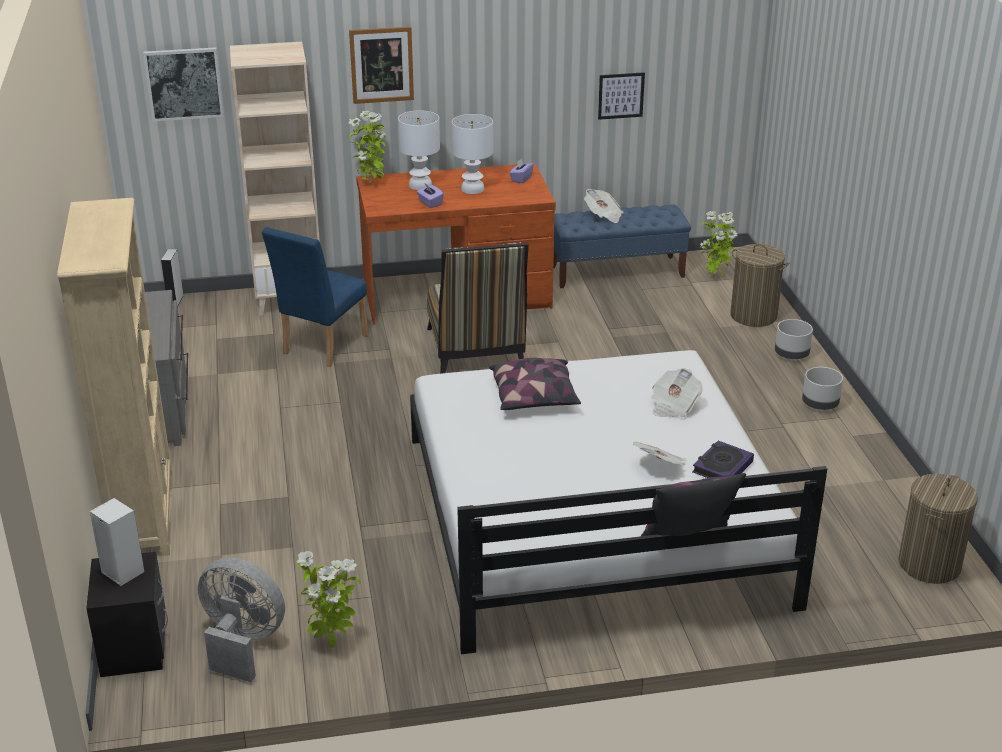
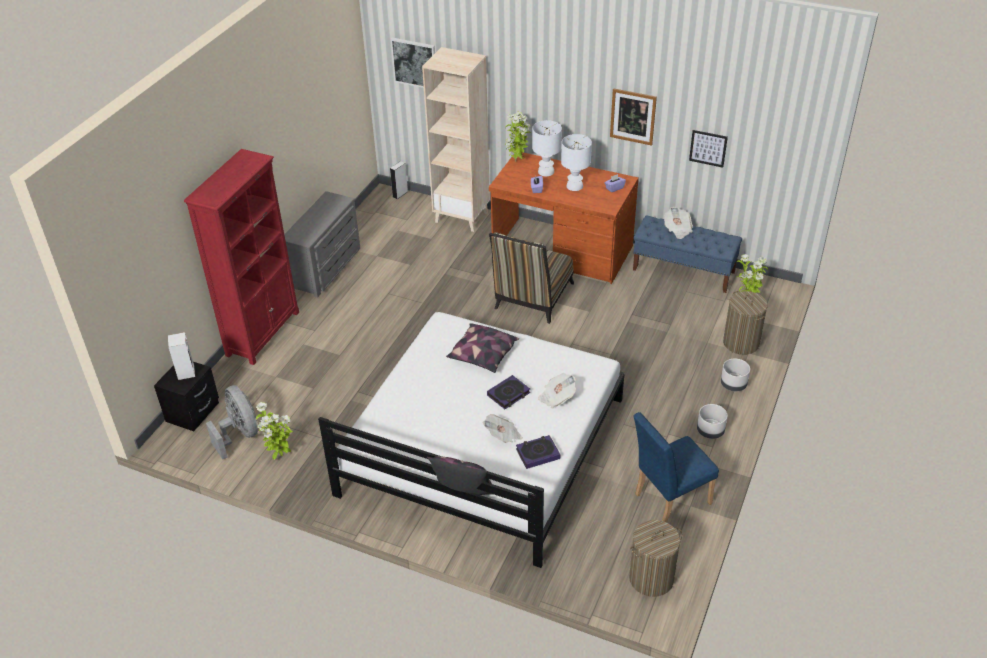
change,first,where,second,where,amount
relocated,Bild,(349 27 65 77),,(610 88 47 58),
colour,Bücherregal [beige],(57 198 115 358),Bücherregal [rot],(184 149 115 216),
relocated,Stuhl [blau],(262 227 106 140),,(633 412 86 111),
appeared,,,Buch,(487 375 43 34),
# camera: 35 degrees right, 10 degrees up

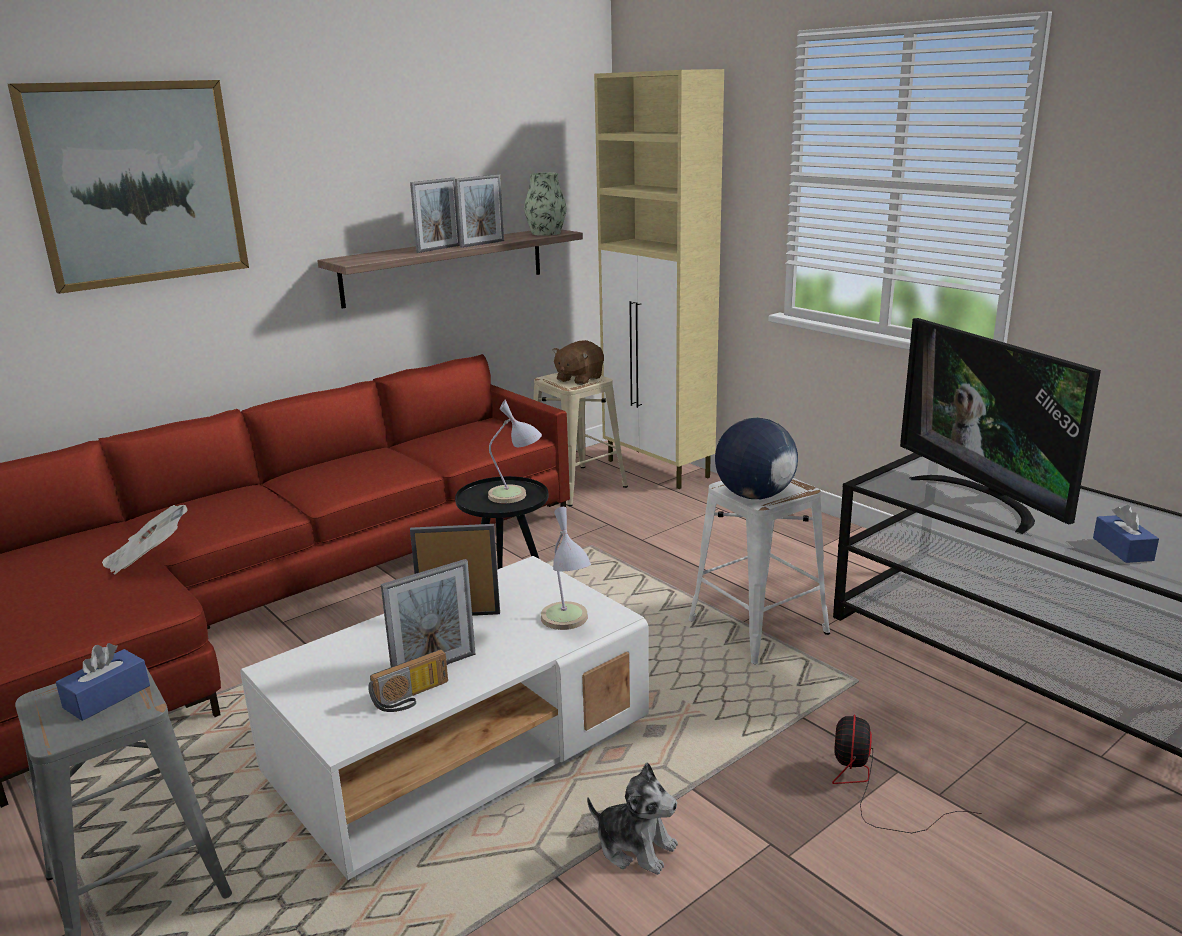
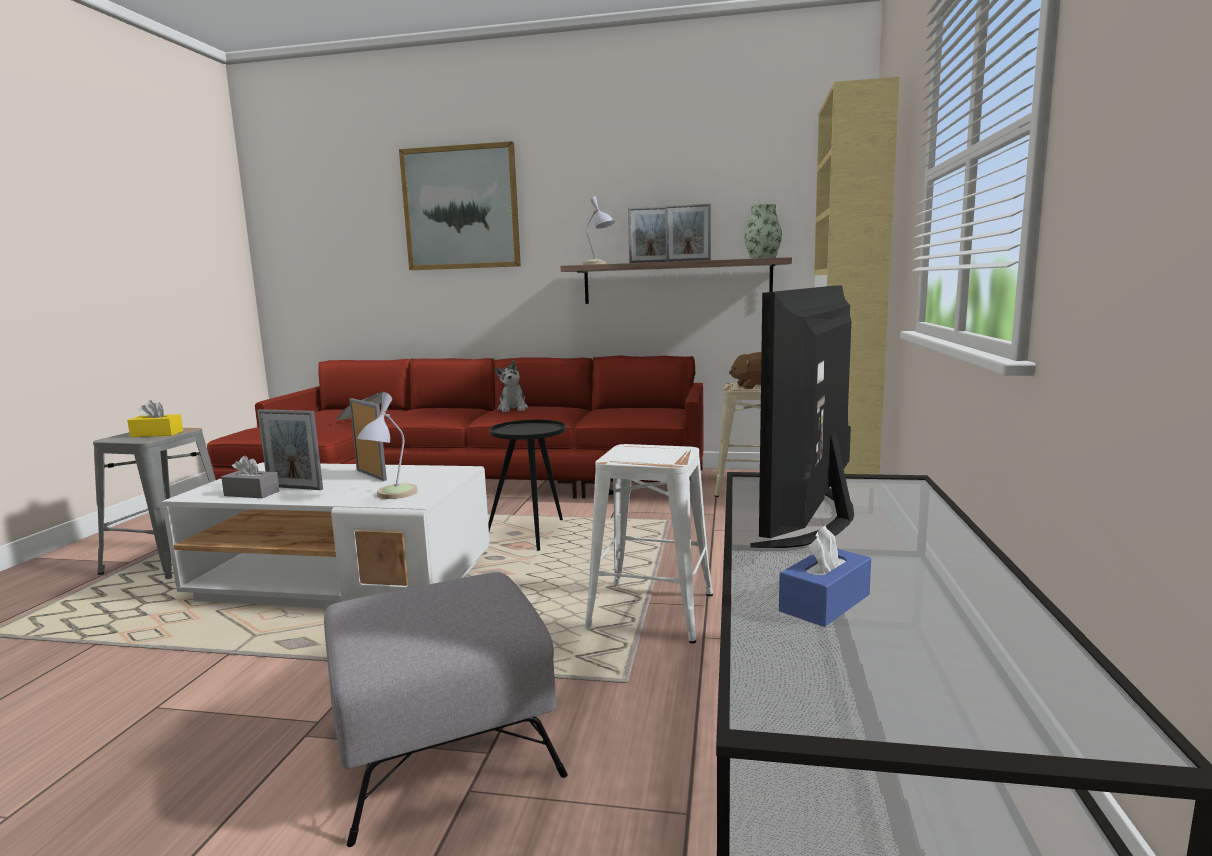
change,first,where,second,where,amount
relocated,Tischlampe,(488 399 54 104),,(583 196 32 69),
missing,Globus,(715 418 83 81),,,
colour,Taschentuchbox [blau],(56 643 94 78),Taschentuchbox [gelb],(127 400 56 37),
exchanged,Radio,(368 649 80 63),Taschentuchbox [grau],(221 456 59 42),
exchanged,Ventilator,(832 715 150 118),Polsterhocker [grau],(324 572 244 275),
relocated,Plüschtier,(587 763 91 112),,(495 360 33 52),
# camera: 50 degrees right, 10 degrees down

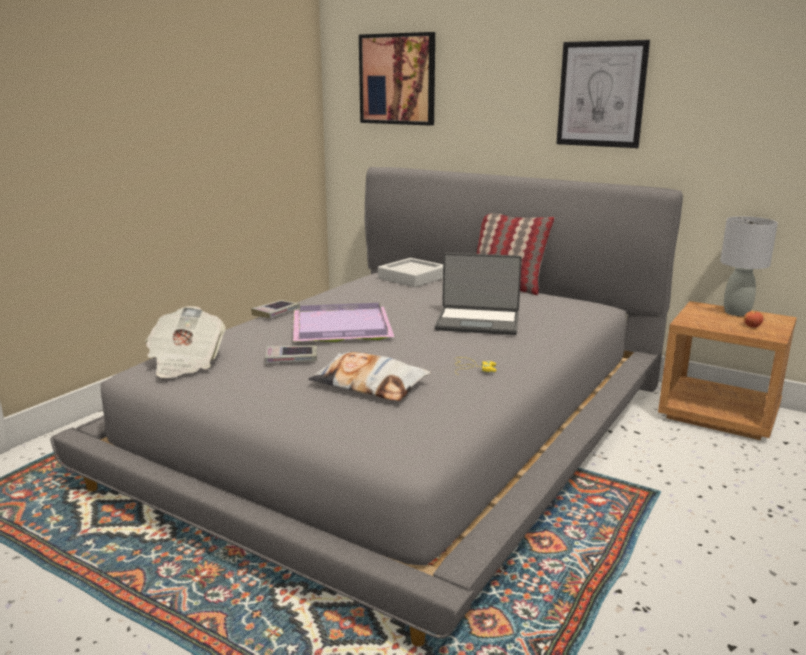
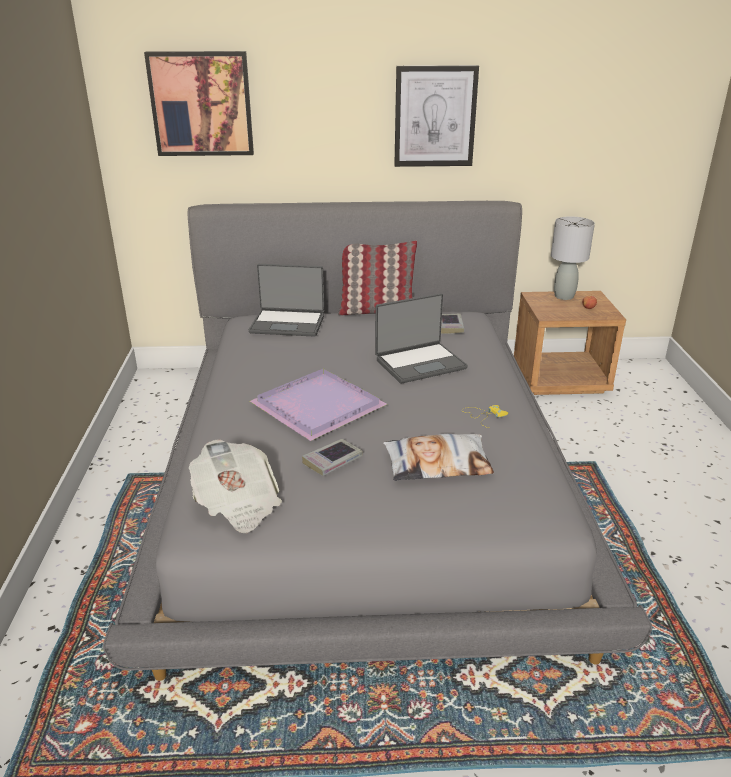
change,first,where,second,where,amount
exchanged,Tablett [grau],(378 258 65 29),Laptop,(249 264 75 73),
relocated,Buch,(251 300 49 18),,(441 314 23 20),
# camera: 35 degrees left, 10 degrees up

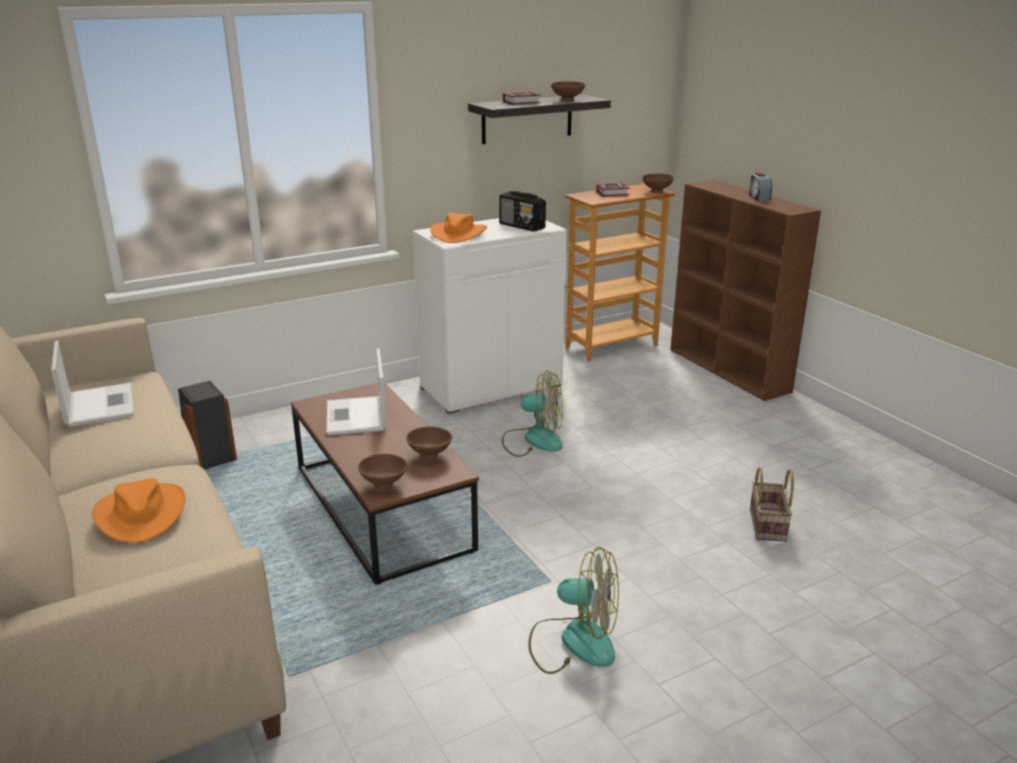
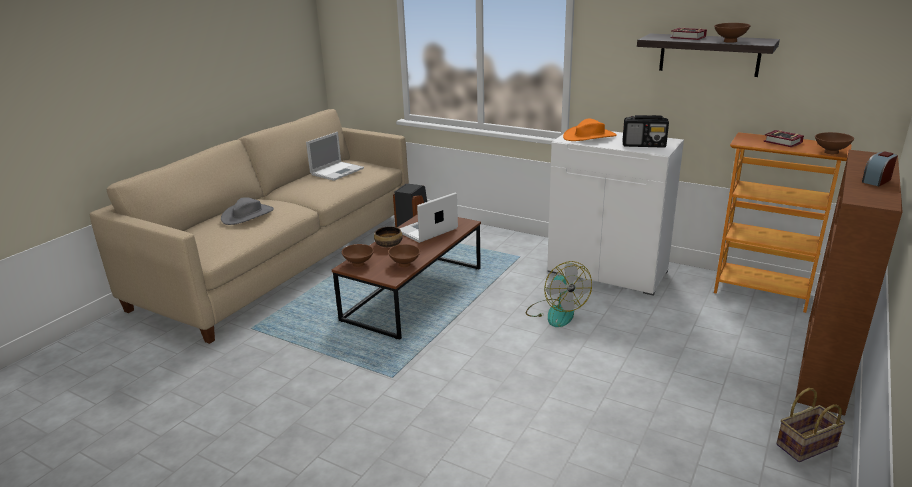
change,first,where,second,where,amount
spun,Radio,(499 191 47 41),,(622 115 47 33),90 degrees counterclockwise
relocated,Korb,(750 467 44 75),,(776 388 69 74),
colour,Hut [orange],(92 478 94 65),Hut [grau],(221 197 53 28),
missing,Ventilator,(529 547 90 127),,,
appeared,,,Schüssel,(374 226 29 21),
# camera: 60 degrees right, 0 degrees up

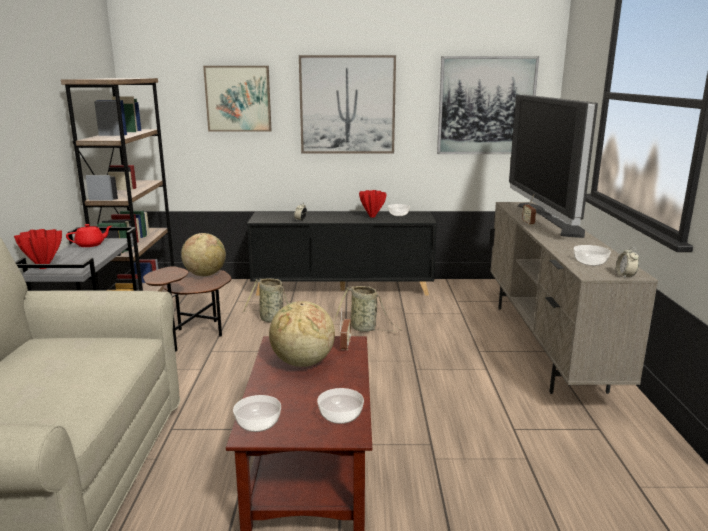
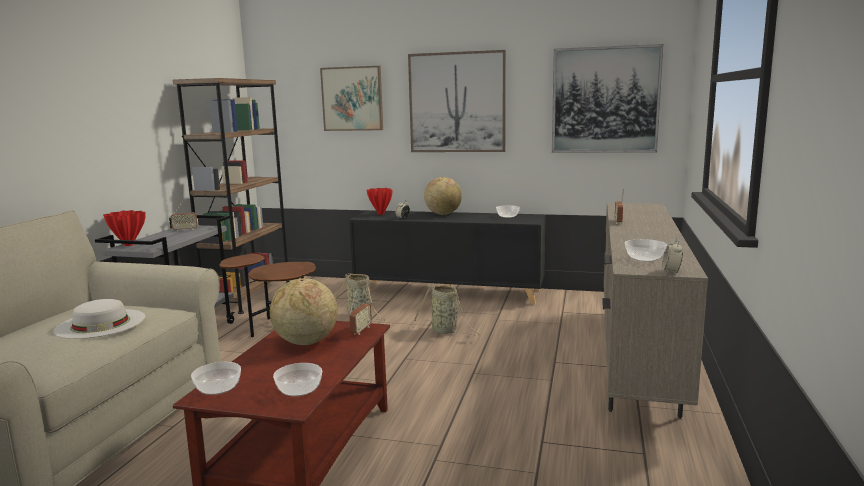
change,first,where,second,where,amount
missing,Fernseher,(509 95 89 143),,,
relocated,Vase [rot],(359 190 28 27),,(367 188 26 27),
exchanged,Teekanne [rot],(66 224 46 23),Radio,(171 201 27 30),
relocated,Globus,(181 233 45 43),,(424 177 38 38),
appeared,,,Hut [weiß],(53 299 92 40),
# camera: 15 degrees right, 5 degrees down

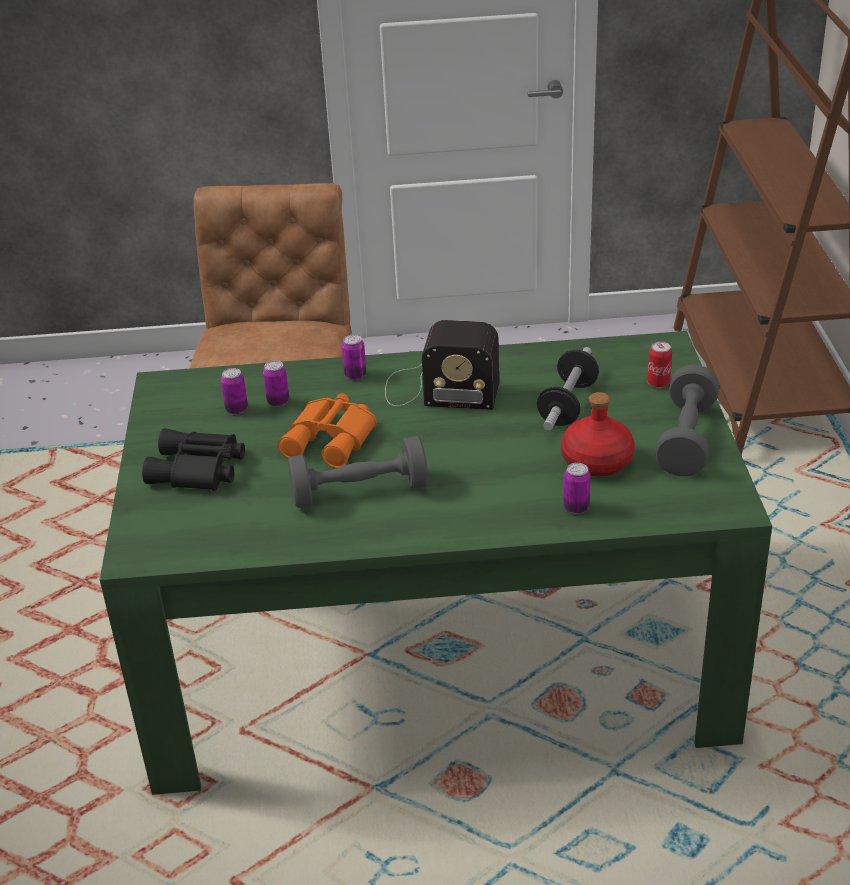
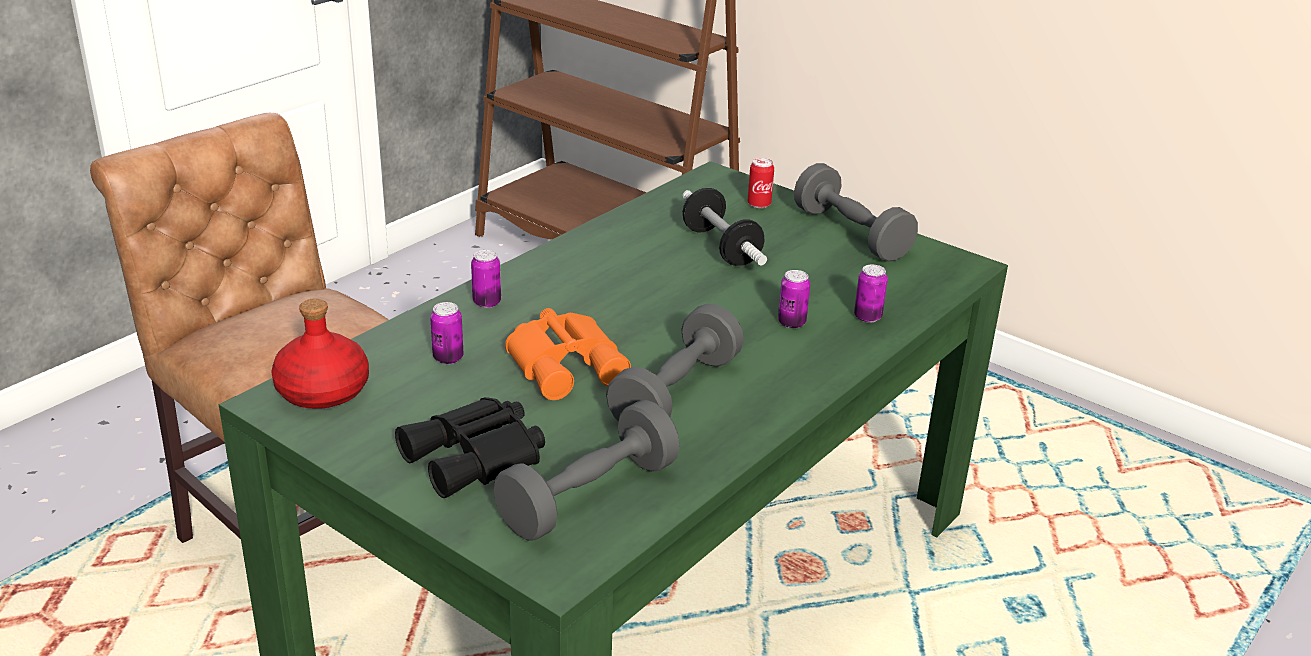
change,first,where,second,where,amount
missing,Radio,(385 320 114 90),,,
relocated,Dose,(221 368 27 46),,(778 270 32 59),
relocated,Flasche [rot],(561 392 74 84),,(271 298 98 111),
appeared,,,Hantel [grau],(494 400 186 141),
# camera: 50 degrees left, 5 degrees down

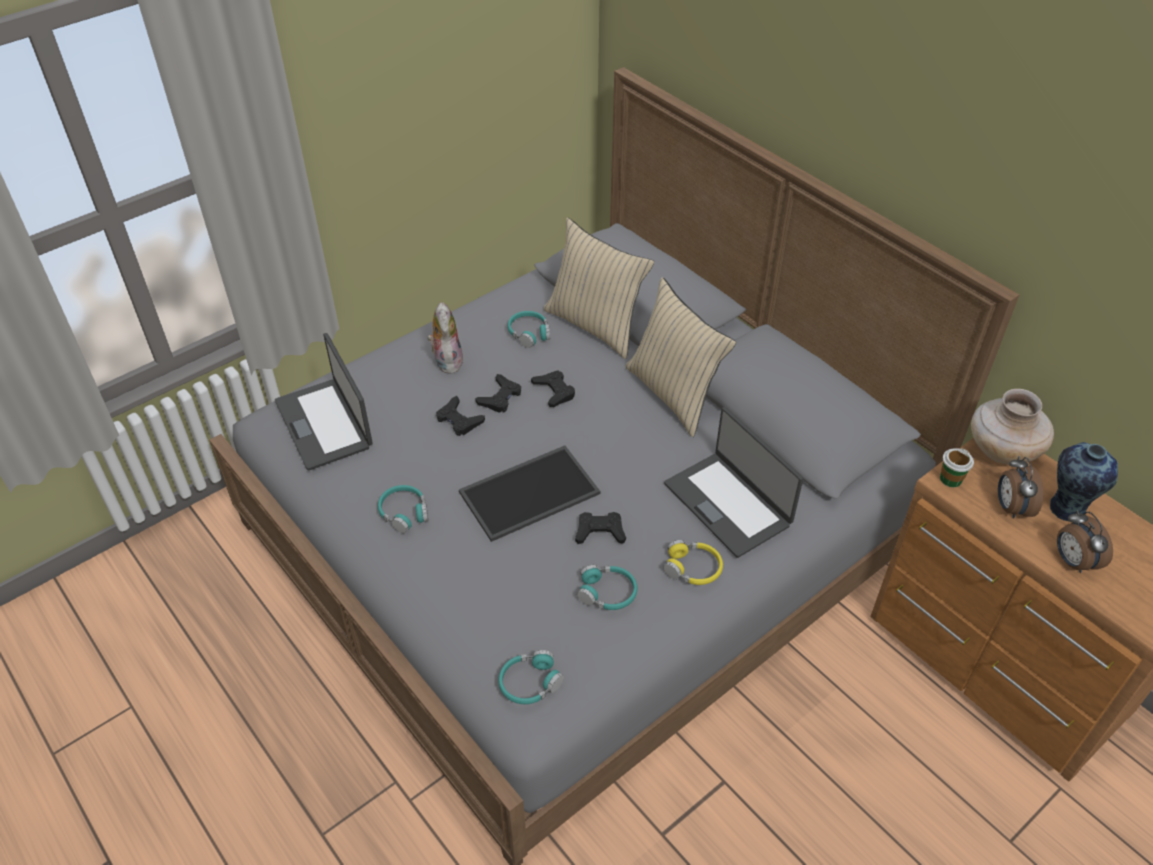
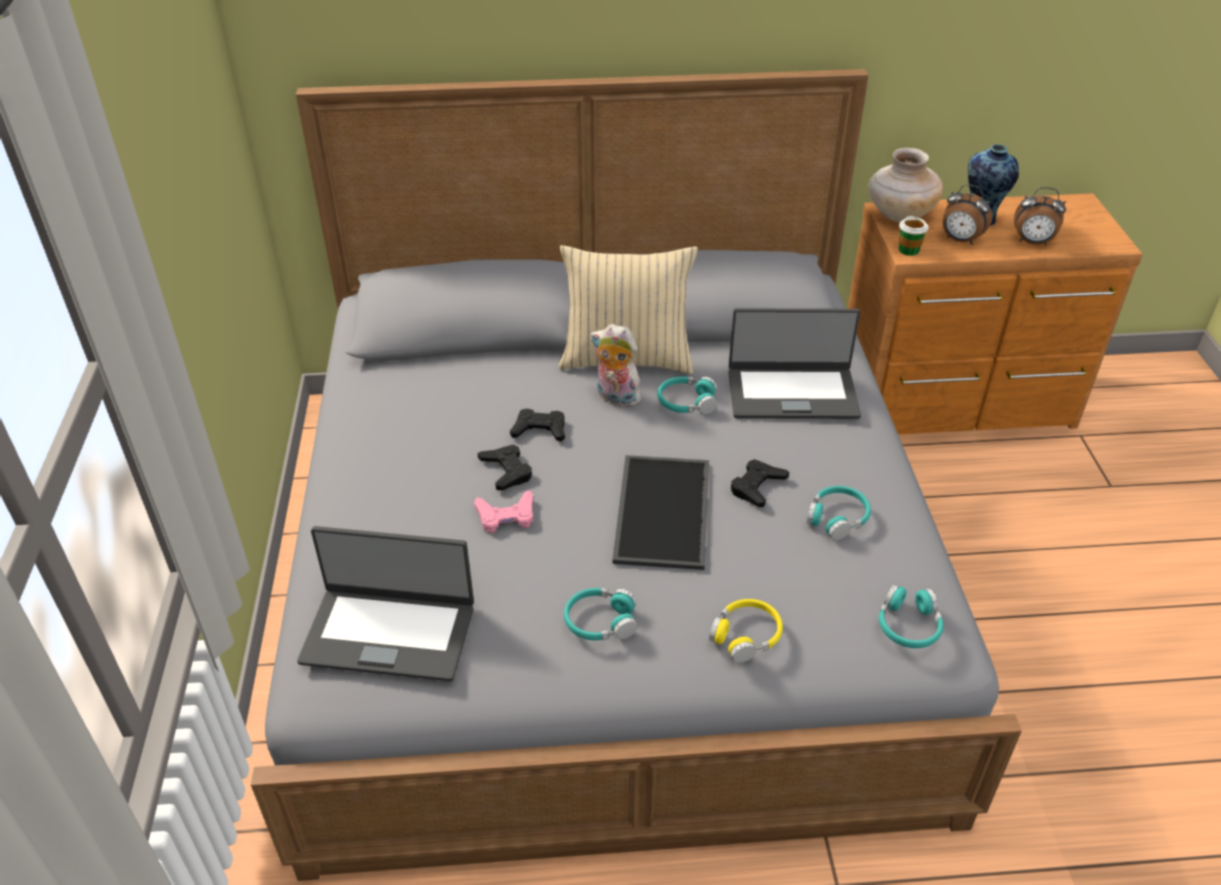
change,first,where,second,where,amount
missing,Kissen [beige],(544 218 110 141),,,
relocated,Plüschtier,(427 302 37 72),,(590 324 53 85),
relocated,Kopfhörer [türkis],(507 311 43 37),,(657 377 60 37),
colour,Gamepad [schwarz],(436 396 49 40),Gamepad [rosa],(474 490 60 43),
relocated,Kopfhörer [gelb],(663 540 60 45),,(709 599 74 64),
# camera: 55 degrees left, 5 degrees down

